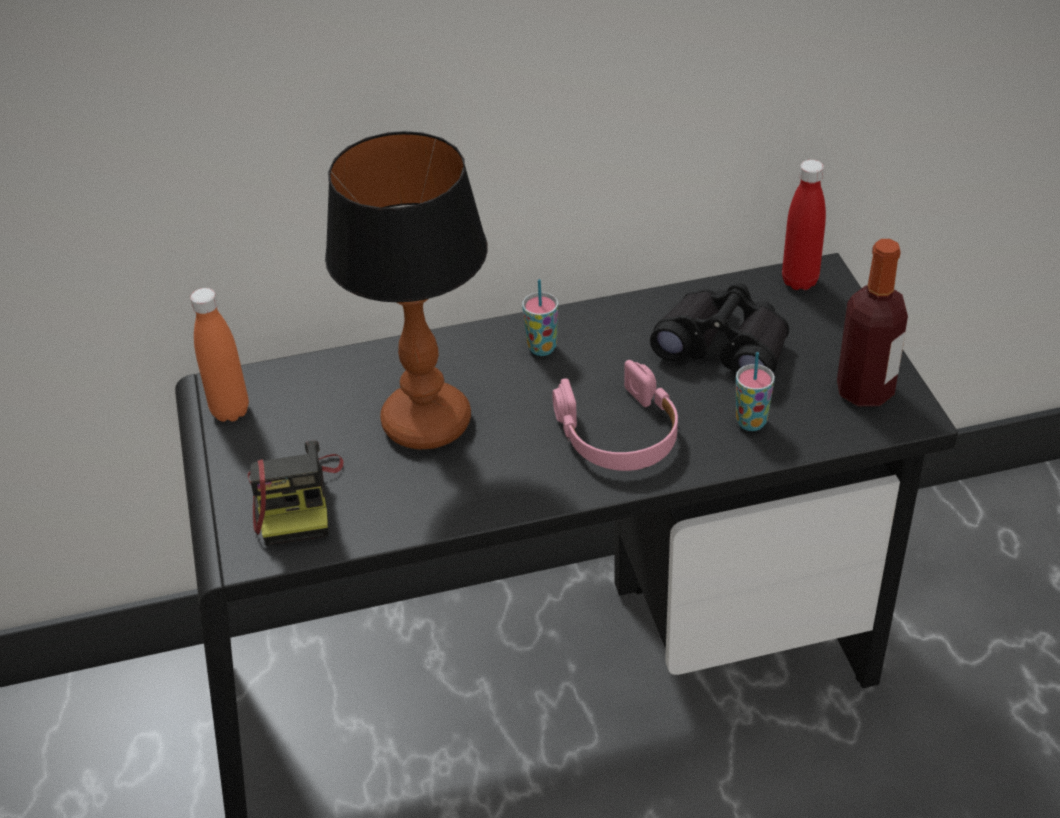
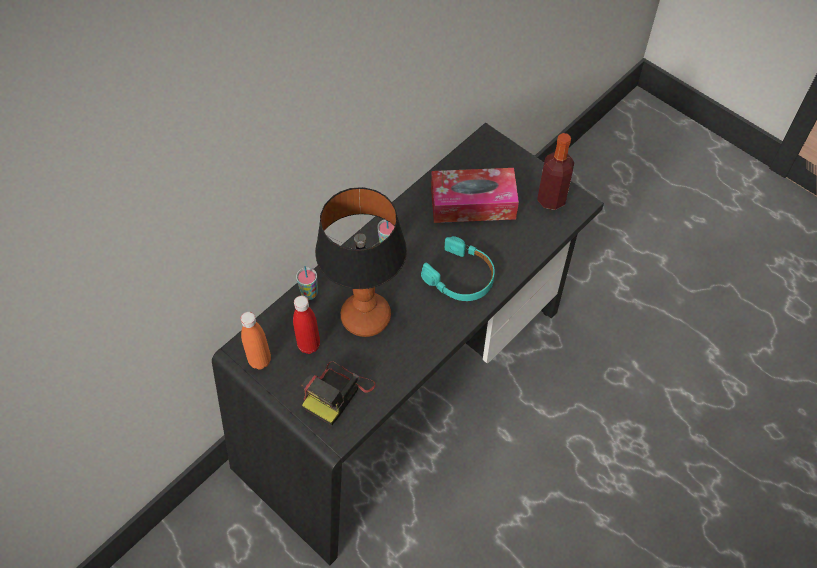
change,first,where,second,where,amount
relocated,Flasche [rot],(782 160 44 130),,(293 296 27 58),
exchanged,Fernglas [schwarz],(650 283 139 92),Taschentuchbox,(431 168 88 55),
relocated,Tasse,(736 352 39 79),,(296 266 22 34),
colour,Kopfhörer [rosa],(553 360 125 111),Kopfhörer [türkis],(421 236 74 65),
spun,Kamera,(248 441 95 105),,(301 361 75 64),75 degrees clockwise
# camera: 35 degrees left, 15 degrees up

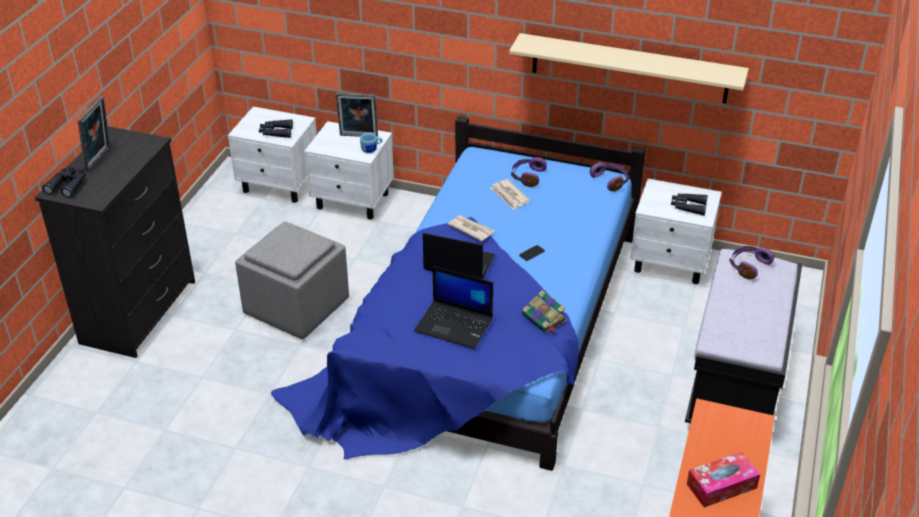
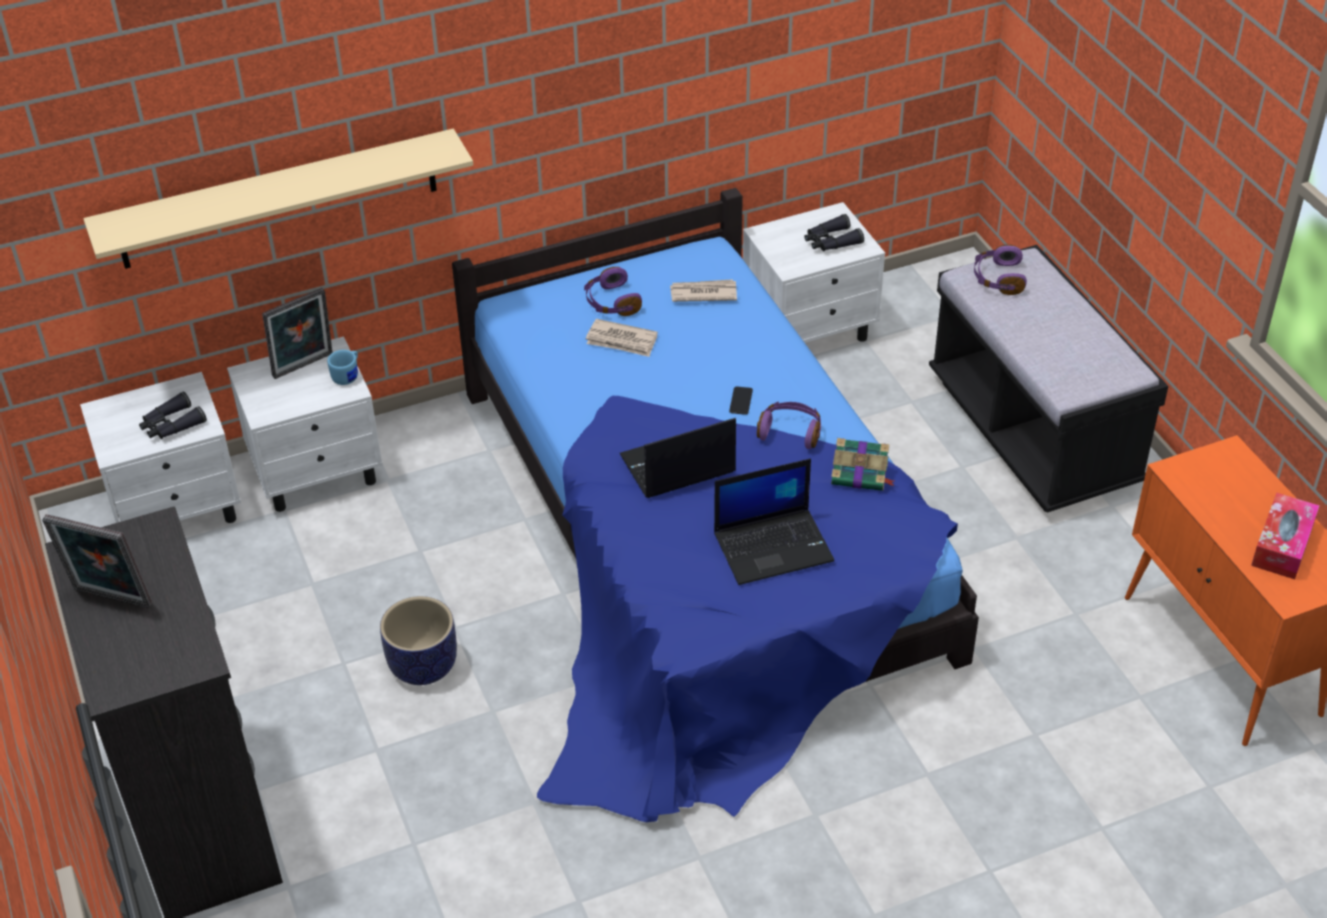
change,first,where,second,where,amount
relocated,Wandregal [beige],(509 33 240 70),,(83 129 390 140),
spun,Bilderrahmen,(78 96 32 76),,(42 514 110 94),135 degrees clockwise
relocated,Kopfhörer [lila],(590 162 40 29),,(757 402 64 47),
missing,Fernglas [schwarz],(42 167 44 31),,,
relocated,Zeitung,(448 215 46 27),,(670 279 67 23),
exchanged,Polsterhocker [grau],(235 222 114 117),Pflanzkübel,(380 596 77 89),
# camera: 40 degrees left, 5 degrees up

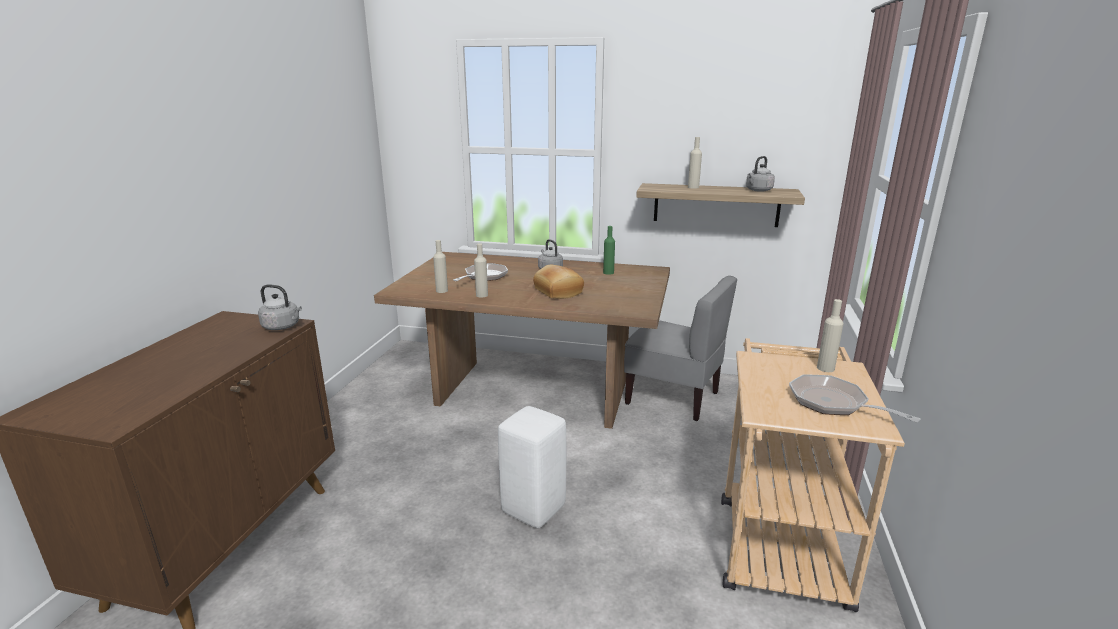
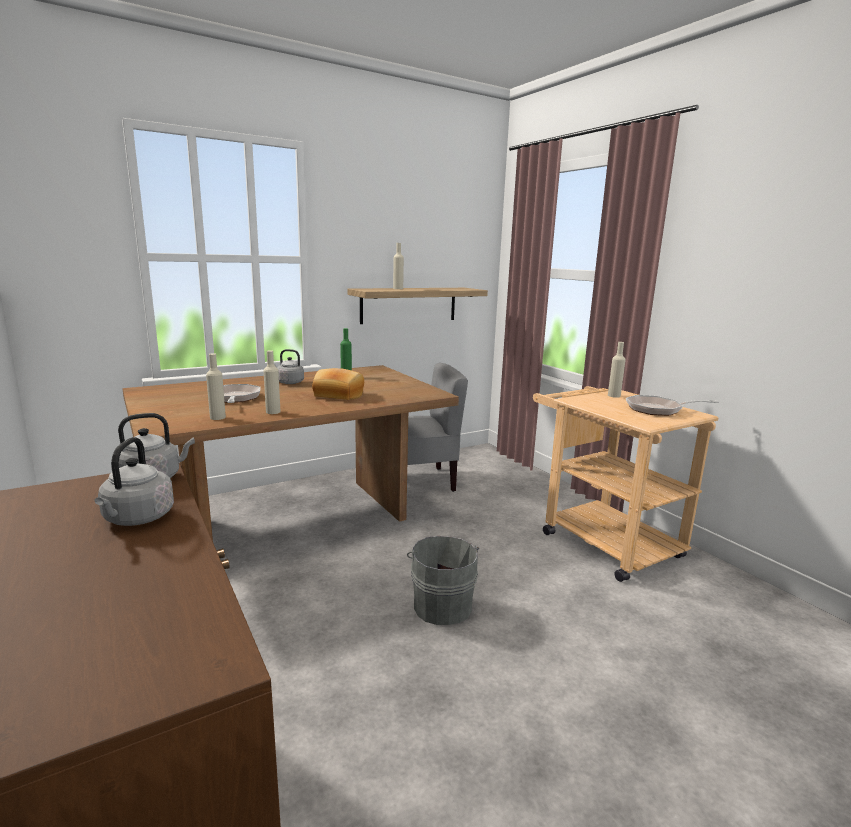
change,first,where,second,where,amount
relocated,Wasserkessel [grau],(746 156 29 36),,(95 437 79 89),
exchanged,Hocker [weiß],(498 406 68 122),Eimer [grau],(407 536 72 89),
# camera: 45 degrees left, 5 degrees down

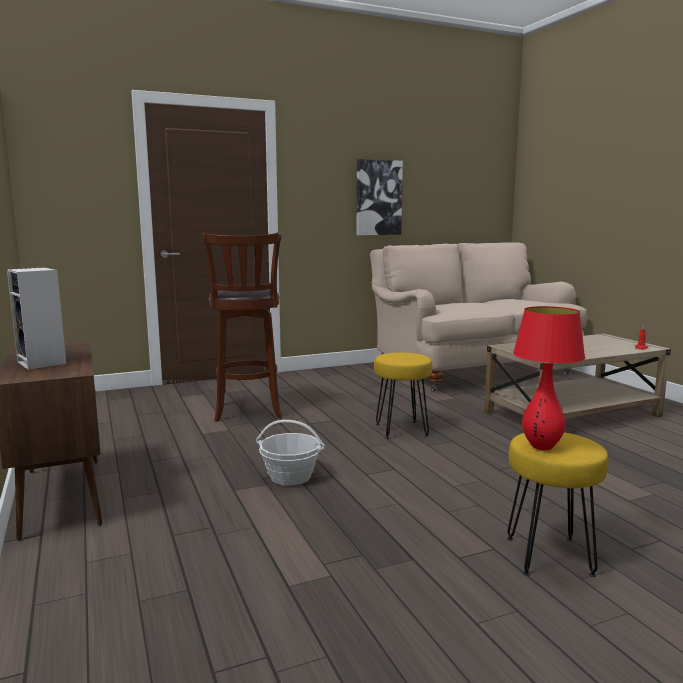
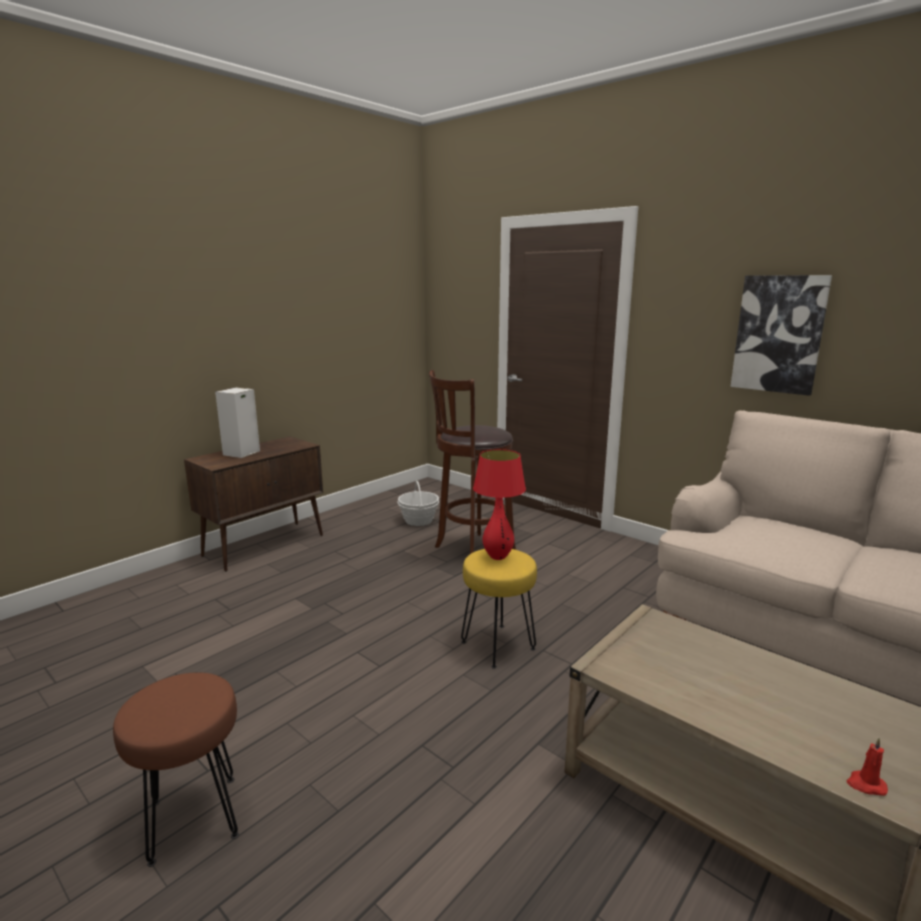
change,first,where,second,where,amount
relocated,Tischlampe [rot],(513 306 72 144),,(473 449 53 111),
relocated,Korb,(256 420 69 66),,(398 481 41 45),
colour,Hocker [gelb],(507 432 101 145),Hocker [braun],(113 672 126 195),
# camera: 65 degrees right, 5 degrees up

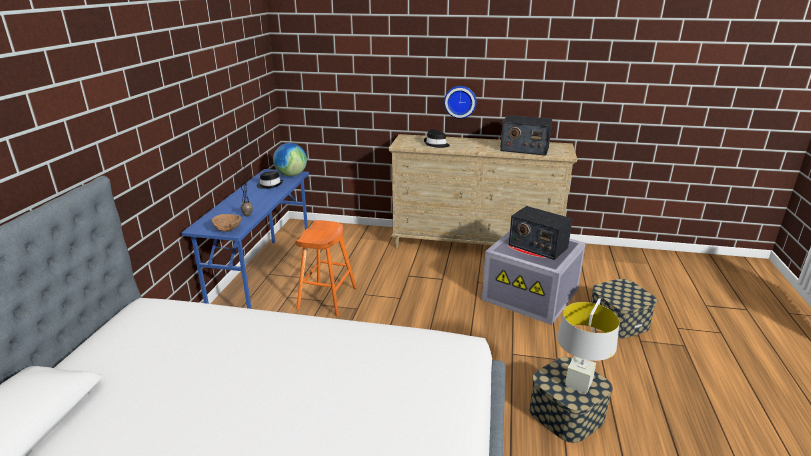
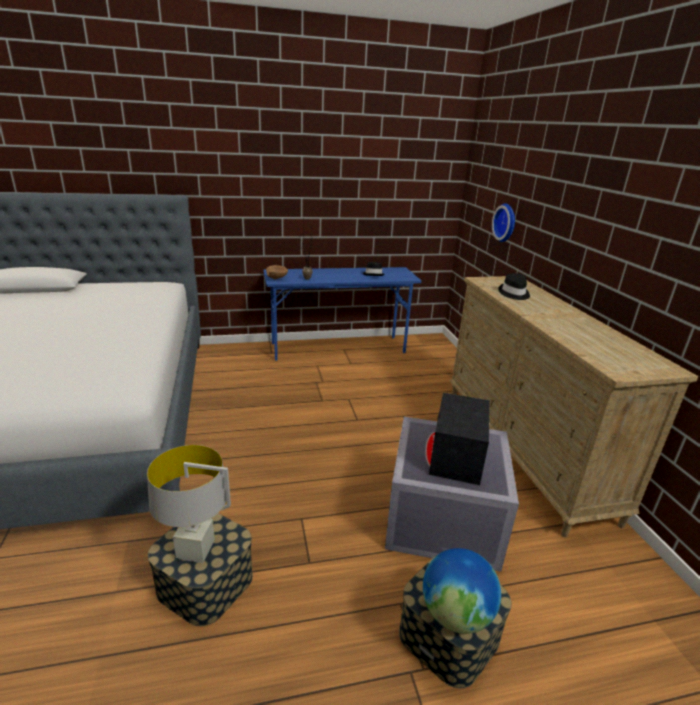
change,first,where,second,where,amount
relocated,Wanduhr,(444 86 33 33),,(492 204 23 38),
missing,Radio,(500 115 52 41),,,
relocated,Globus,(273 143 34 33),,(423 548 78 86),
missing,Hocker [orange],(296 220 61 96),,,
# camera: 65 degrees right, 0 degrees up

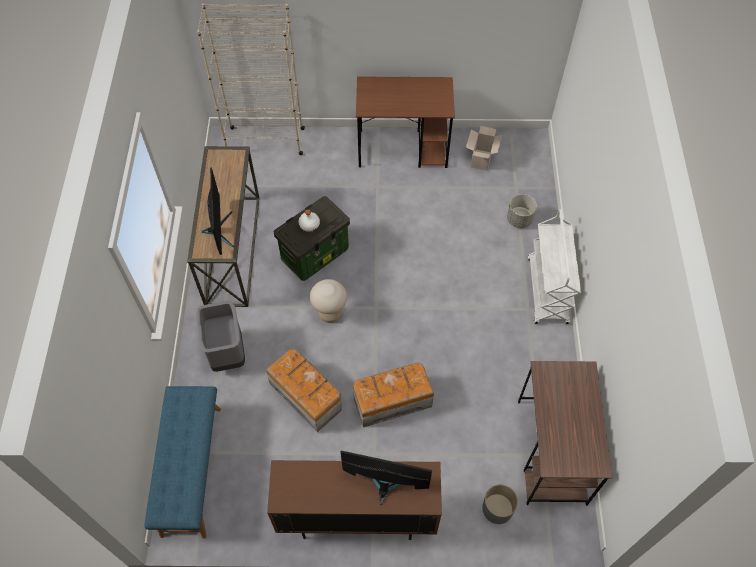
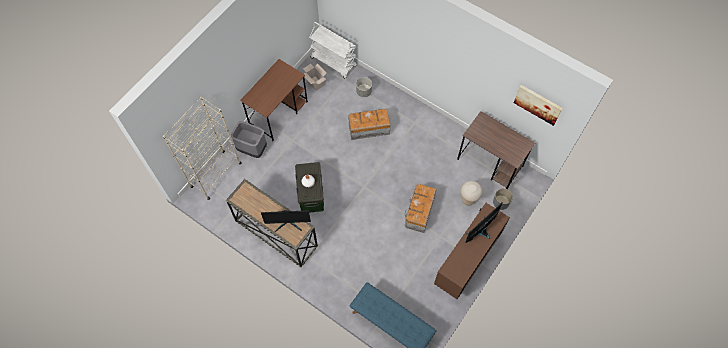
change,first,where,second,where,amount
spun,Monitor,(202 168 32 87),,(261 210 50 22),150 degrees clockwise
relocated,Rollwagen [weiß],(528 209 53 115),,(309 22 48 56),
relocated,Hocker [beige],(310 279 37 44),,(460 181 23 25),
relocated,Mülleimer [grau],(196 301 49 71),,(231 121 36 37),
relocated,Aufbewahrungsbox,(266 349 76 83),,(348 109 43 31),
appeared,,,Bild,(514 85 49 41),
# camera: 55 degrees left, 5 degrees up

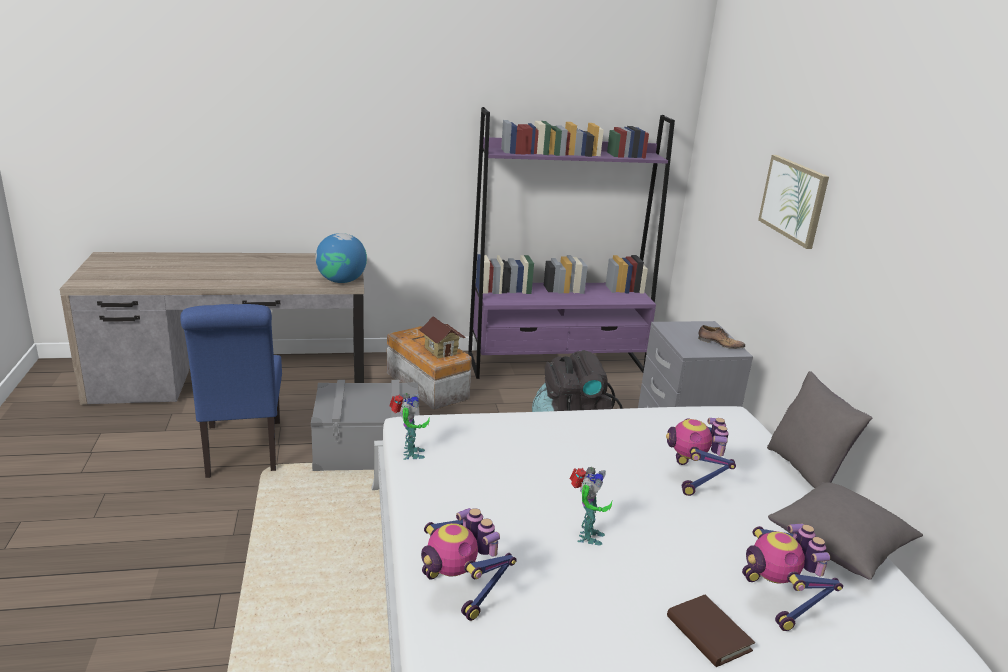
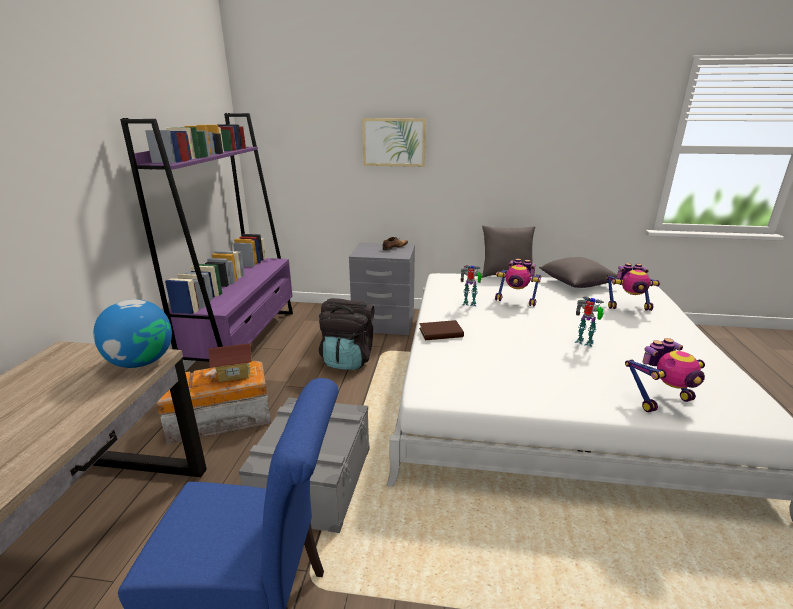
change,first,where,second,where,amount
relocated,Spielzeugroboter,(389 393 41 67),,(461 266 22 40),
relocated,Buch [braun],(667 595 88 72),,(419 320 45 20),
# camera: 70 degrees left, 0 degrees up

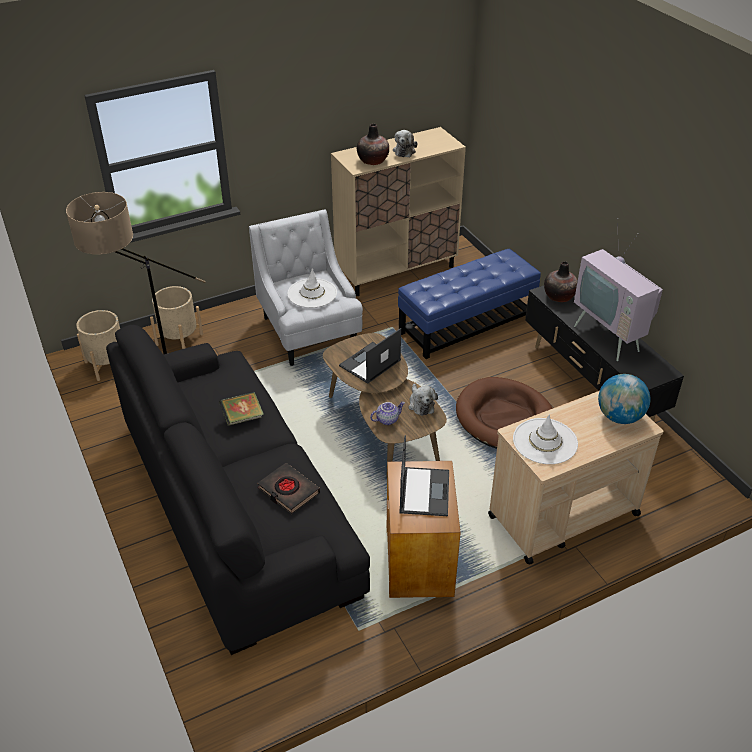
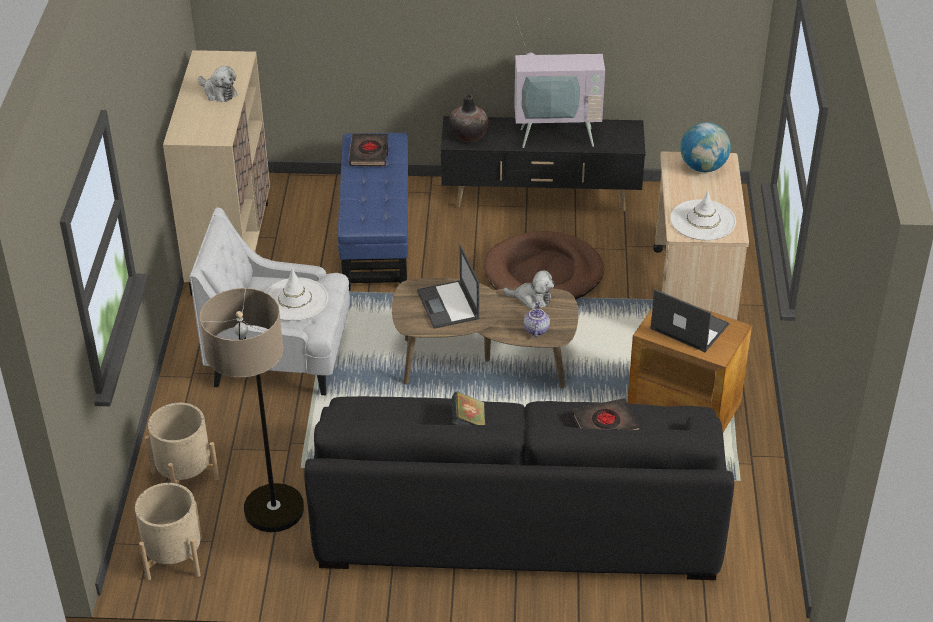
change,first,where,second,where,amount
missing,Vase,(357 124 32 41),,,
appeared,,,Buch [schwarz],(349 134 39 32),
# camera: 60 degrees left, 0 degrees up

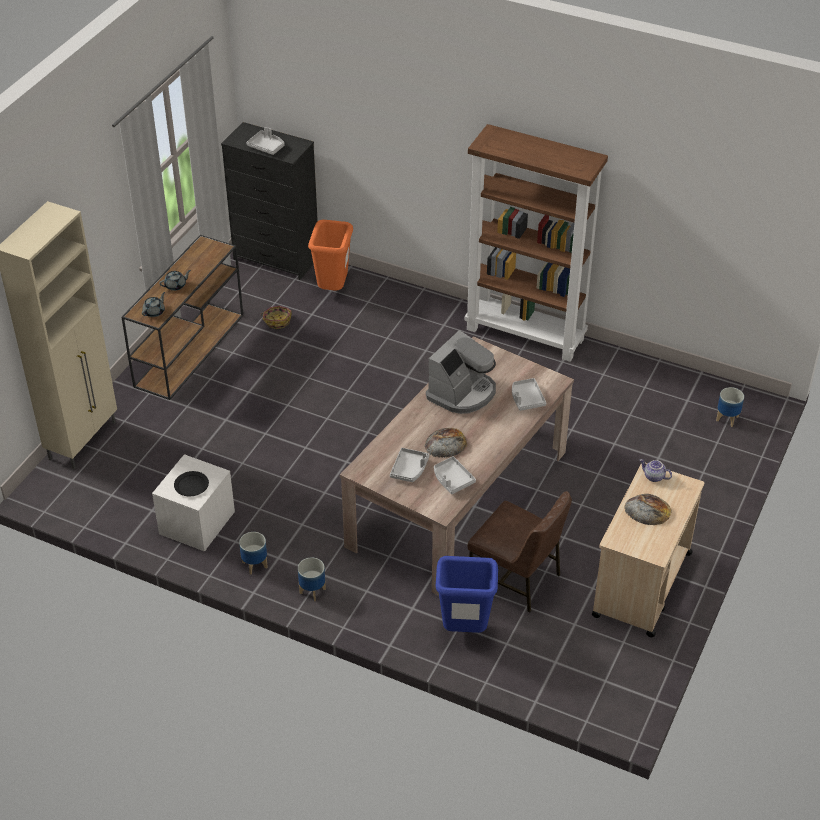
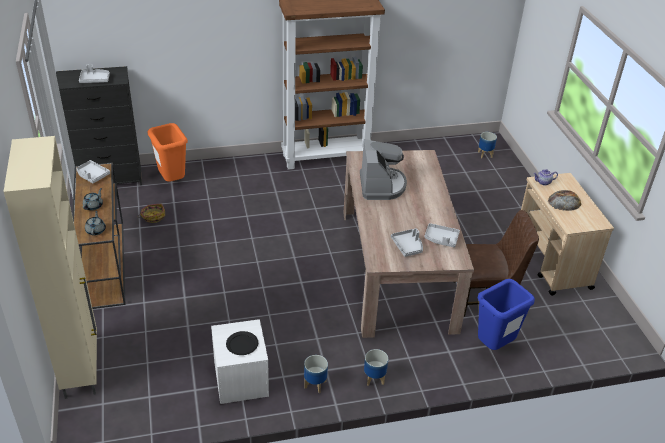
change,first,where,second,where,amount
relocated,Tablett [grau],(512 378 34 33),,(76 160 34 23),
missing,Brot,(425 428 42 30),,,
# camera: 40 degrees left, 5 degrees down

